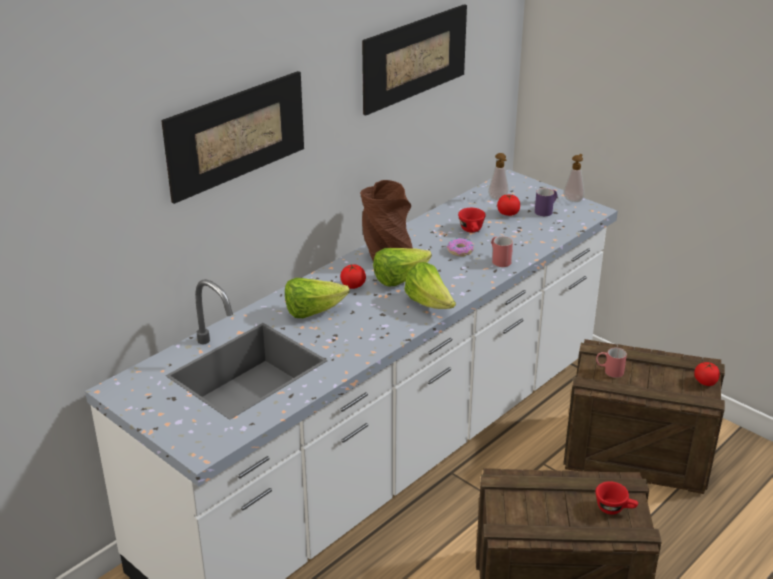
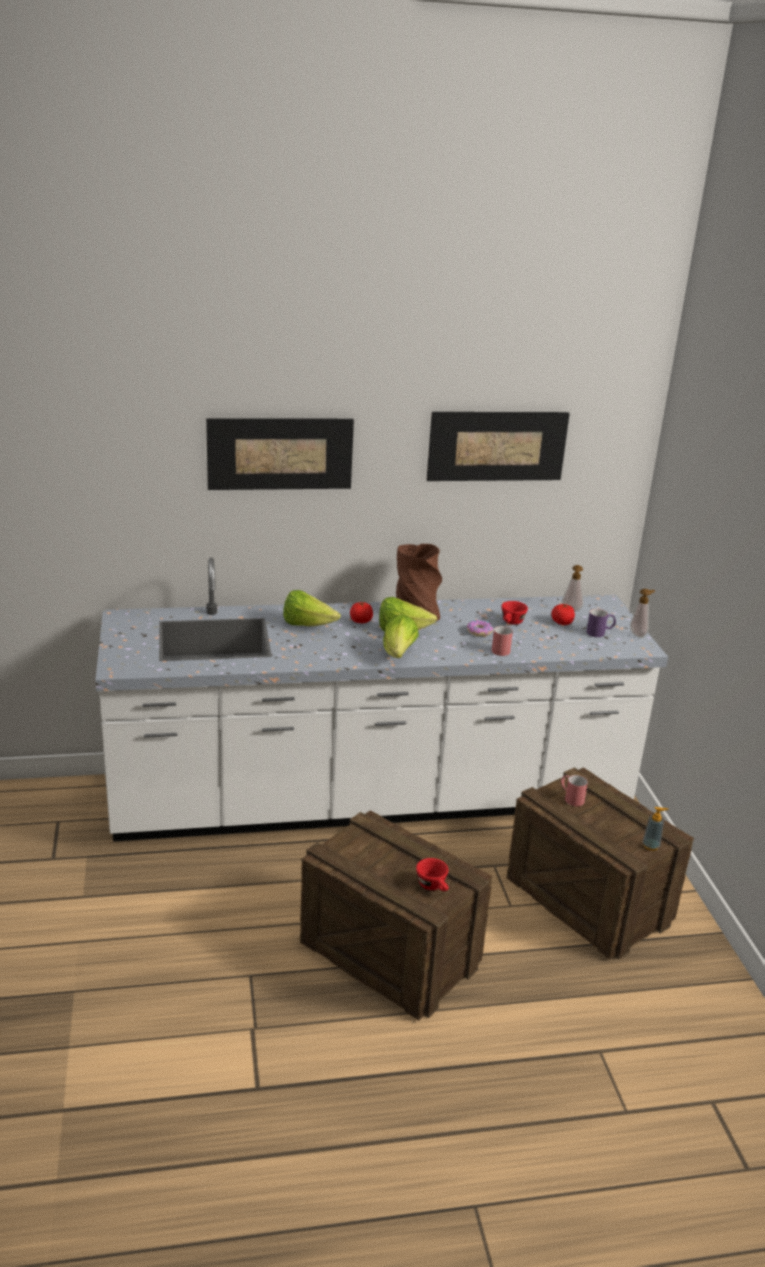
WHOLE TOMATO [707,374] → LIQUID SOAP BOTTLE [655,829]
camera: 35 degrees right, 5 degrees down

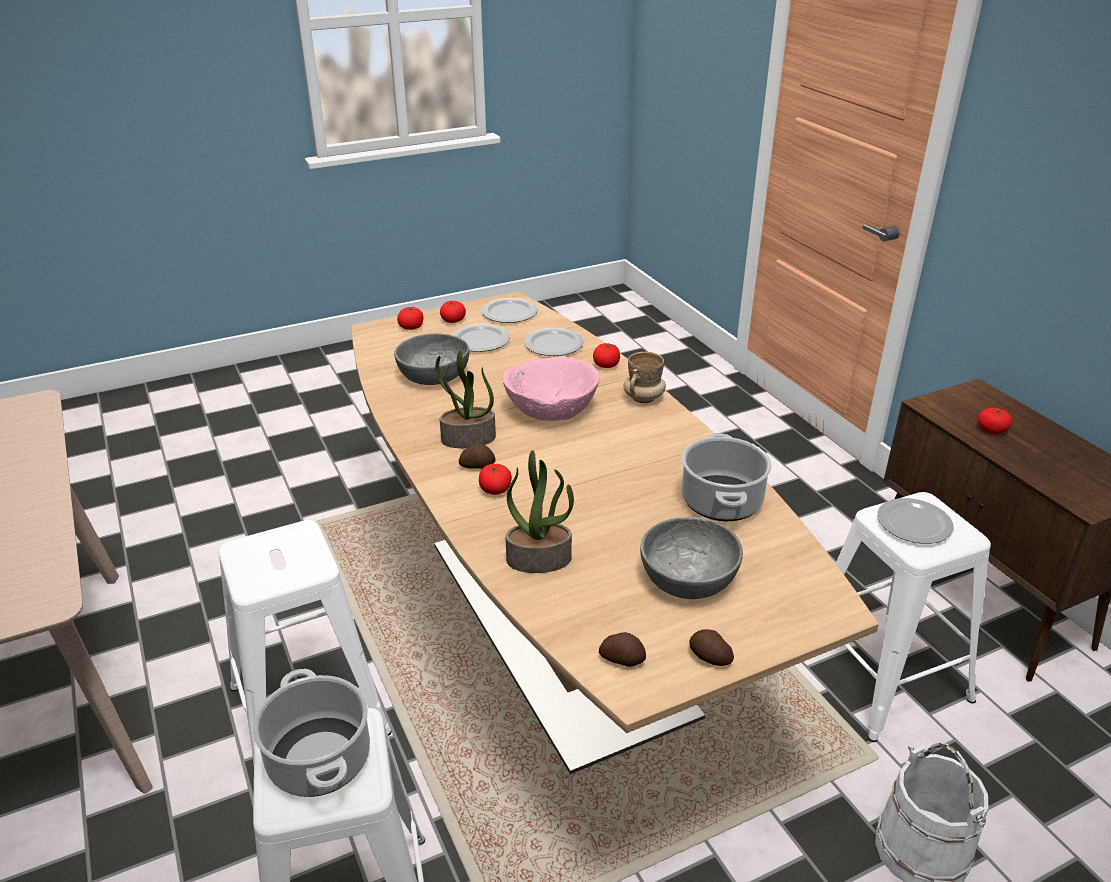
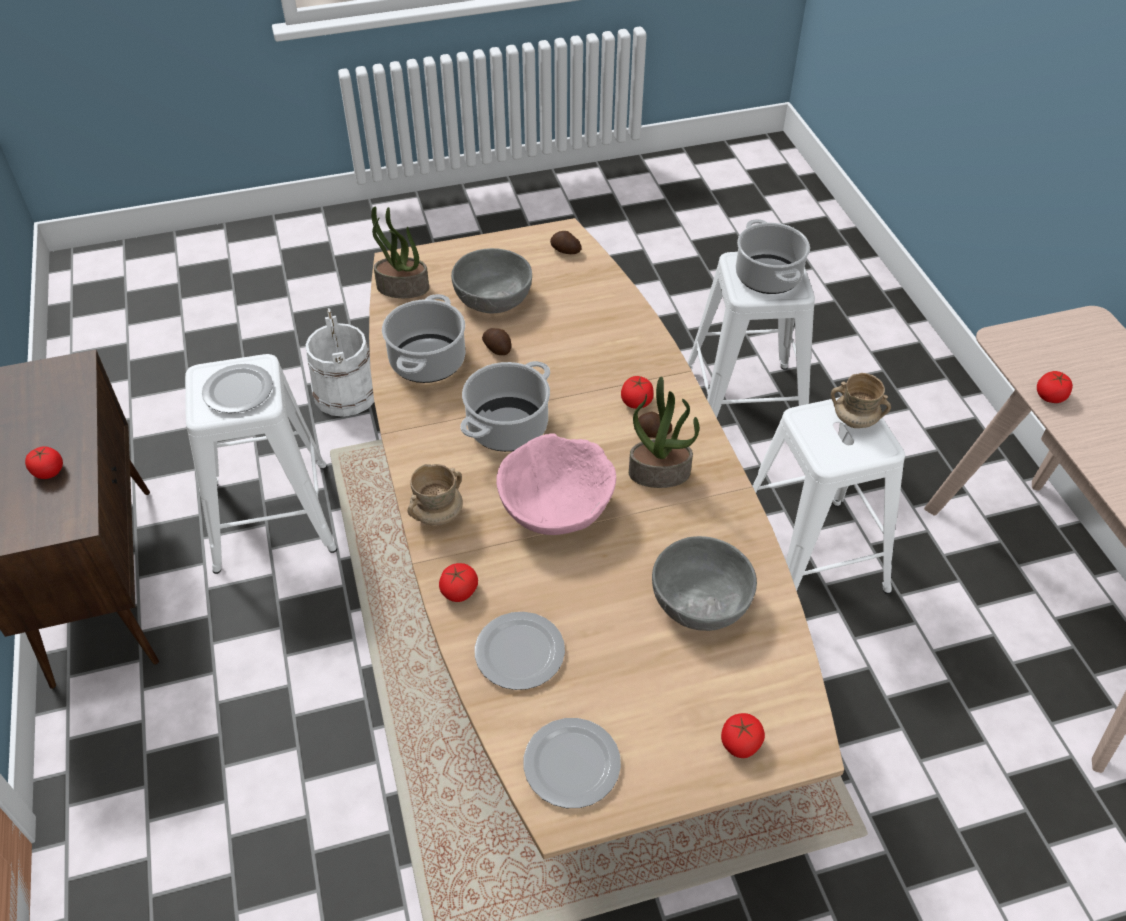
HOUSEPLANT [540,511] → HOUSEPLANT [400,252], move
- → COOKING POT [505,406]
SPUD [711,647] → SPUD [496,341], move
- → BEIGE-COLOURED TEA MUG [861,400]
WHOLE TOMATO [453,312] → WHOLE TOMATO [1055,387], move
PLATE [481,338] → -
camera: 170 degrees left, 15 degrees up

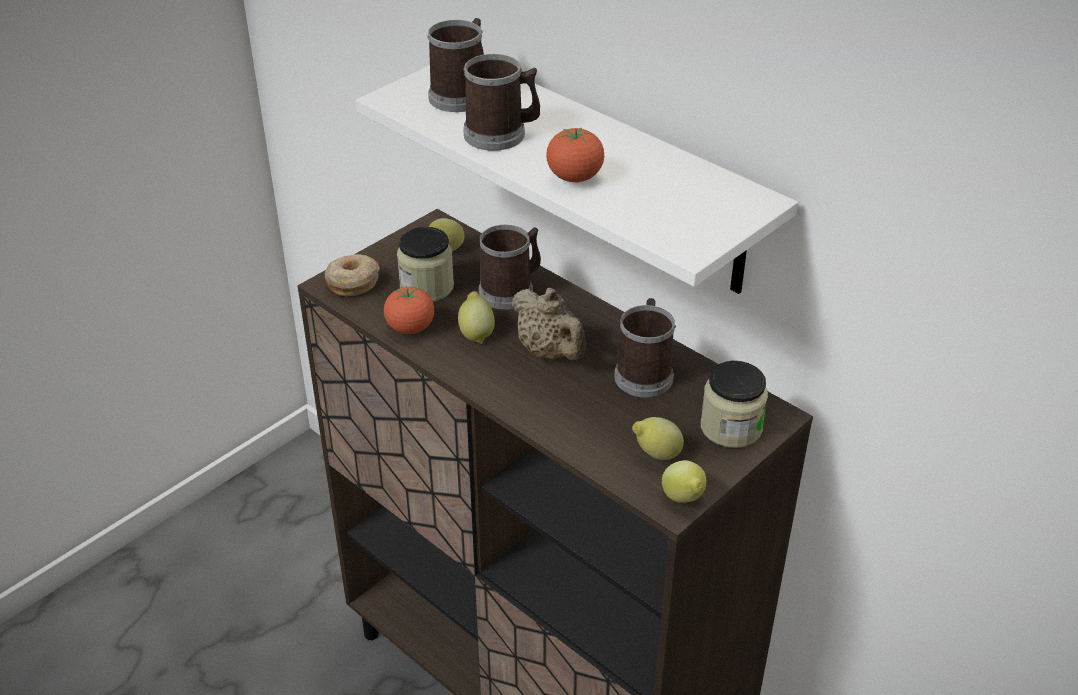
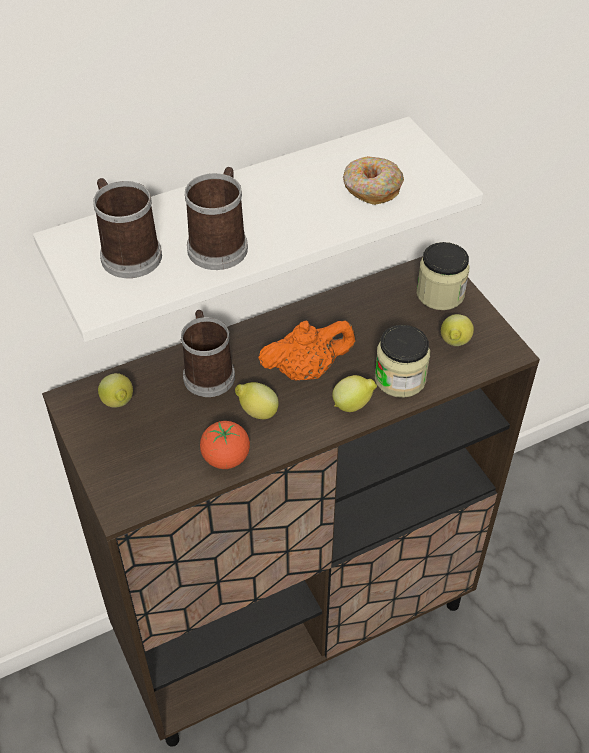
BEIGE-COLOURED TEA POT [549,324] → ORANGEY TEA POT [306,350]
CITRUS FRUIT [684,481] → CITRUS FRUIT [354,393], move
DOUGHNUT [352,275] → DOUGHNUT [373,180], move
STORAGE JAR [425,264] → STORAGE JAR [402,361], move
WHOLE TOMATO [575,155] → -
TEA MUG [645,347] → -
camera: 70 degrees left, 10 degrees up

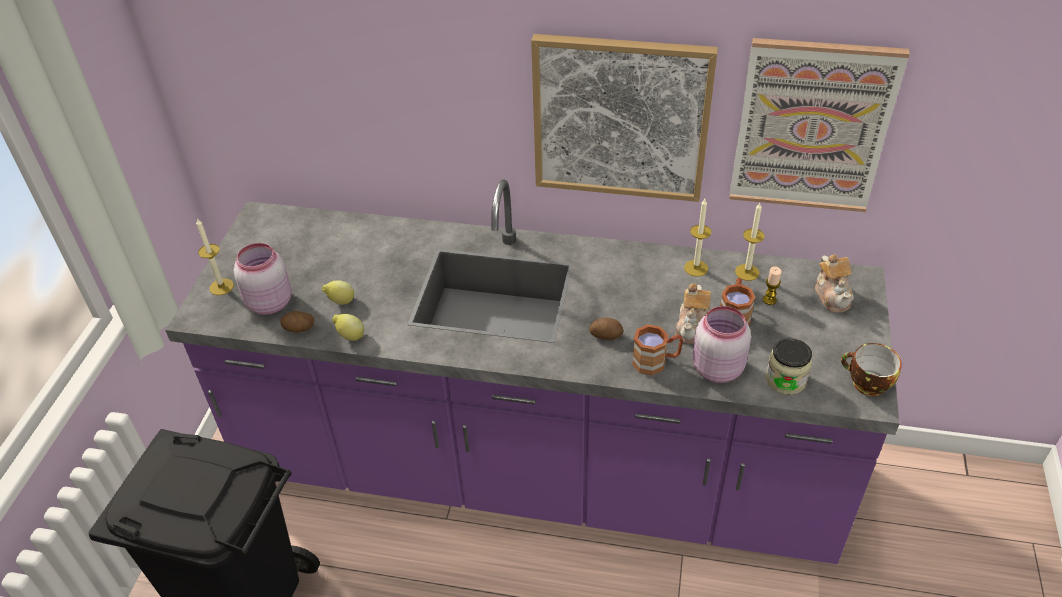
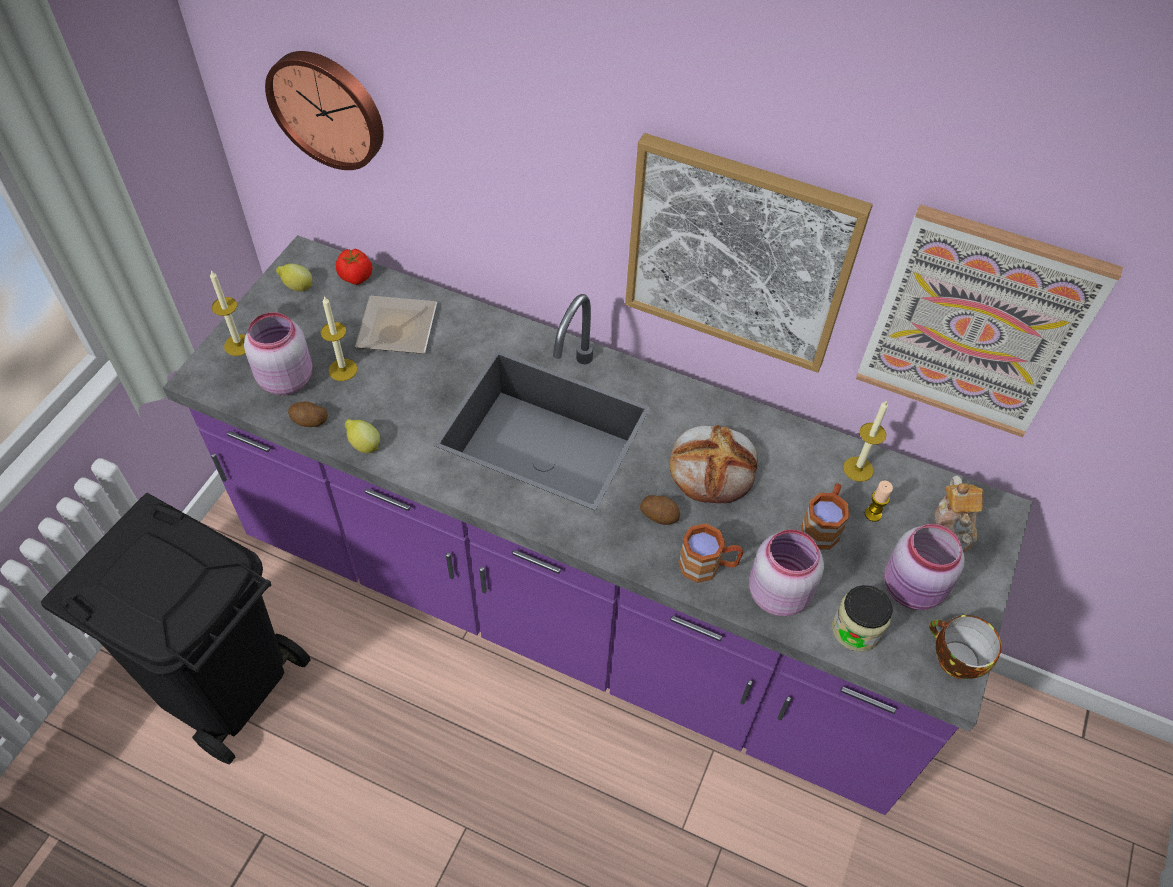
- → HANGING CLOCK [324,110]
CITRUS FRUIT [338,292] → CITRUS FRUIT [294,278], move
WAX LIGHT [697,238] → WAX LIGHT [339,338], move
- → WHOLE TOMATO [354,267]
- → PLATE [396,325]
- → BAKED BREAD [714,464]
- → PINK-COLOURED STORAGE JAR [924,567]
TEA POT [693,313] → -
camera: 10 degrees right, 10 degrees up

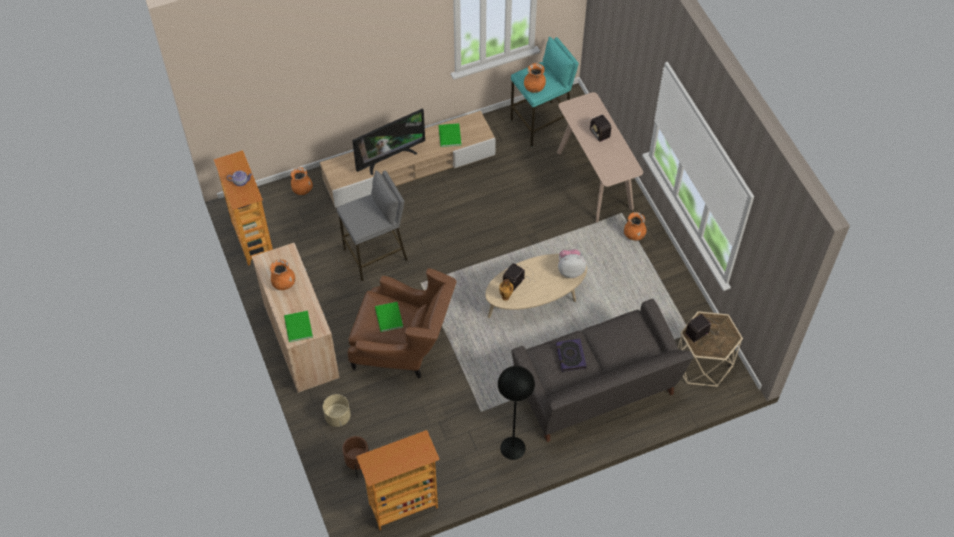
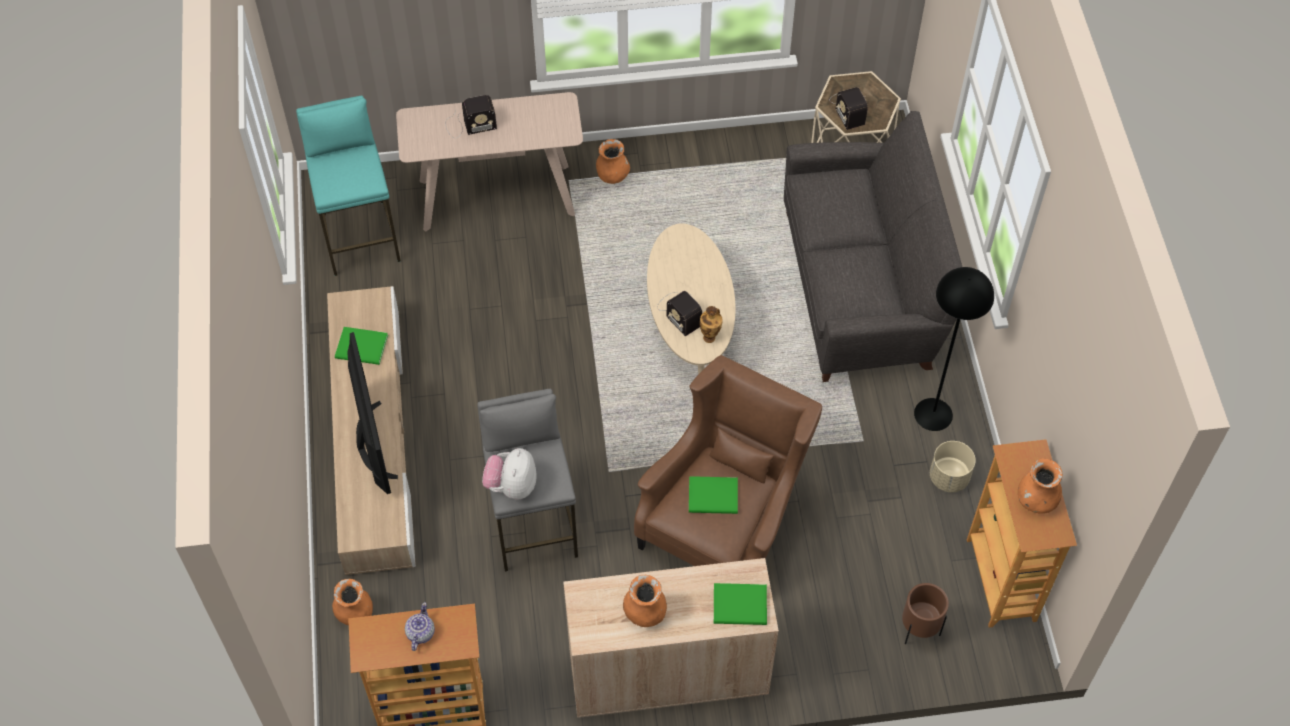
PLUSH TOY [572,263] → PLUSH TOY [509,473], move
BEIGE-COLOURED PLANTER [337,410] → BEIGE-COLOURED PLANTER [953,466], move
ORANGEY DECORATIVE VASE [535,78] → ORANGEY DECORATIVE VASE [1040,486], move
BOUND BOOK [571,355] → -
camera: 75 degrees left, 0 degrees up

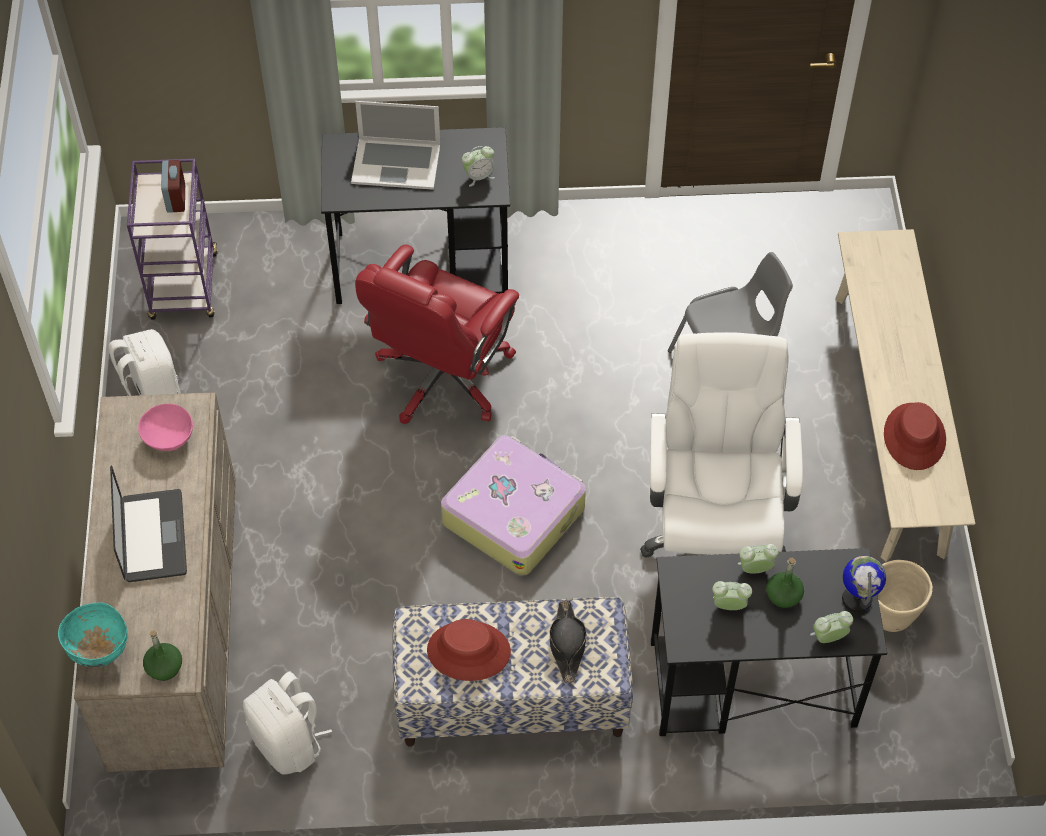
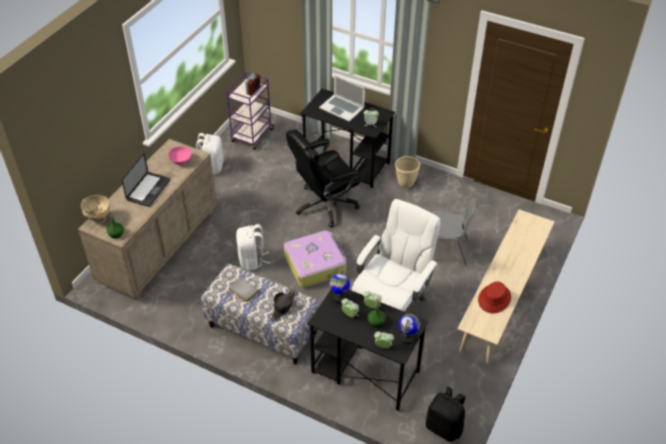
BLUE-GREEN BOWL [93,634] → BEIGE-COLOURED BOWL [95,209]
REDDISH HAT [469,650] → GREY BOUND BOOK [244,289]
WHITISH KNAPSACK [287,723] → WHITISH KNAPSACK [253,247], move
REDDISH COMPUTER CHAIR [437,334] → BLACKISH COMPUTER CHAIR [323,178]
- → DESK GLOBE [340,287]
BEIGE-COLOURED PLANTER [905,596] → BEIGE-COLOURED PLANTER [407,172], move
- → BLACKISH KNAPSACK [445,414]
camera: 30 degrees right, 10 degrees down

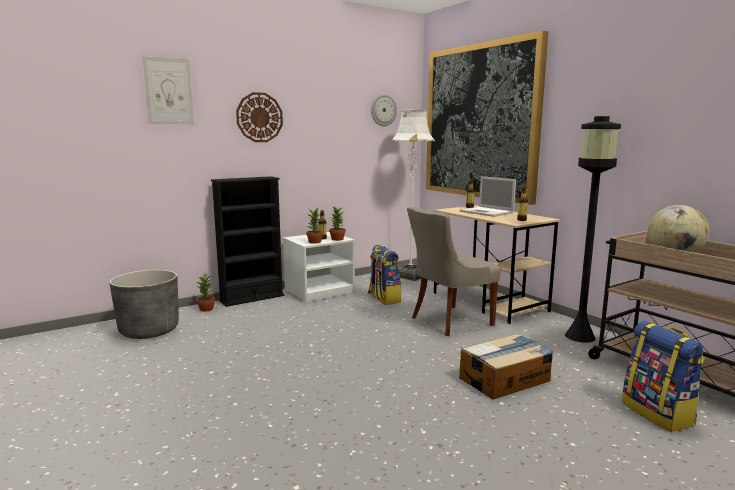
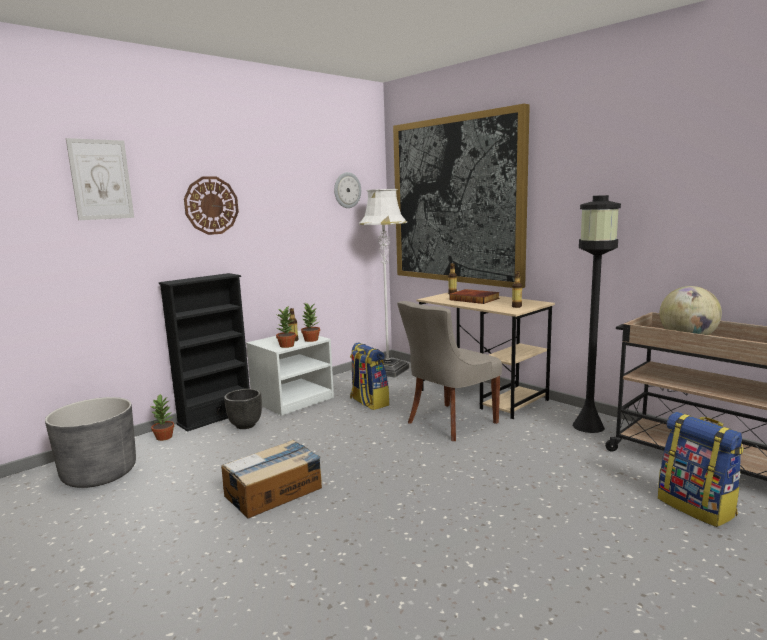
CARDBOARD BOX [506,366] → CARDBOARD BOX [271,479], move
- → BLACKISH PLANTER [243,409]
LAPTOP [488,196] → BOUND BOOK [474,296]
camera: 10 degrees left, 0 degrees up

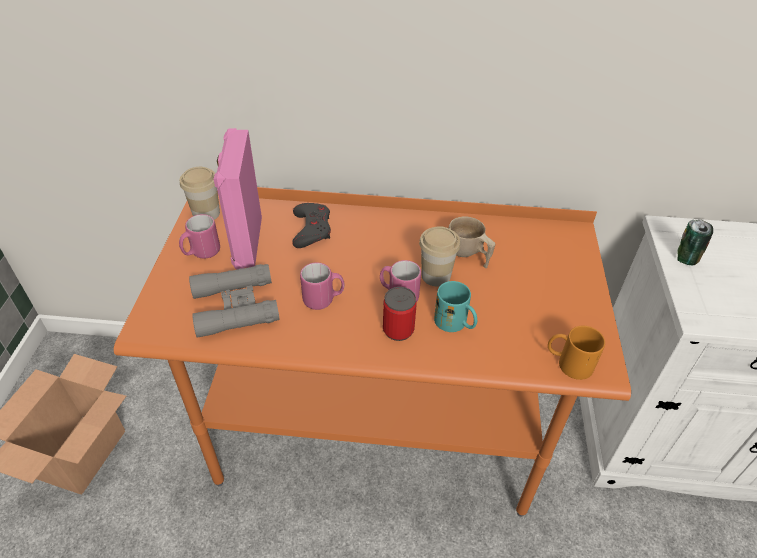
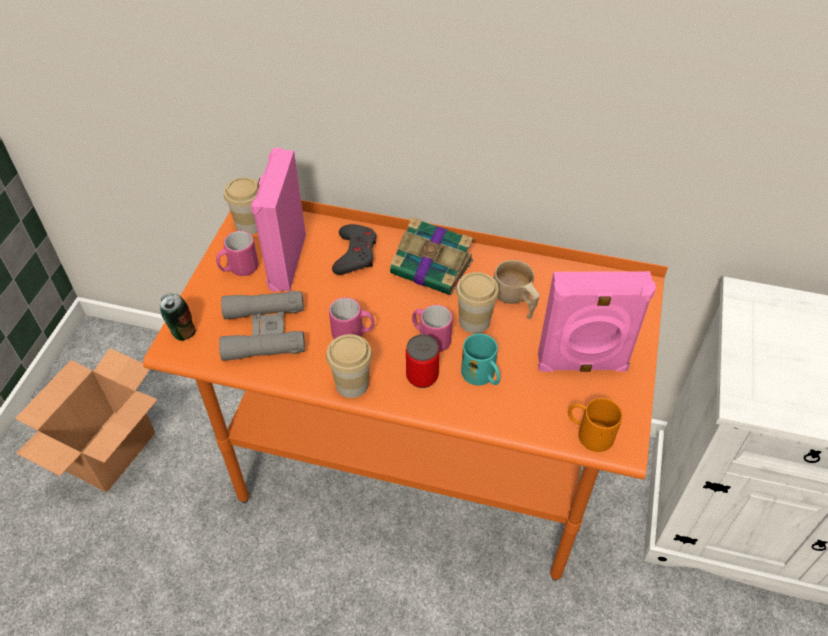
SEALED CAN [695,242] → SEALED CAN [178,317], move
- → SMALL CUP [349,366]
- → BOUND BOOK [431,256]
- → PINK-COLOURED SPEAKER [597,321]
camera: 10 degrees right, 5 degrees up

